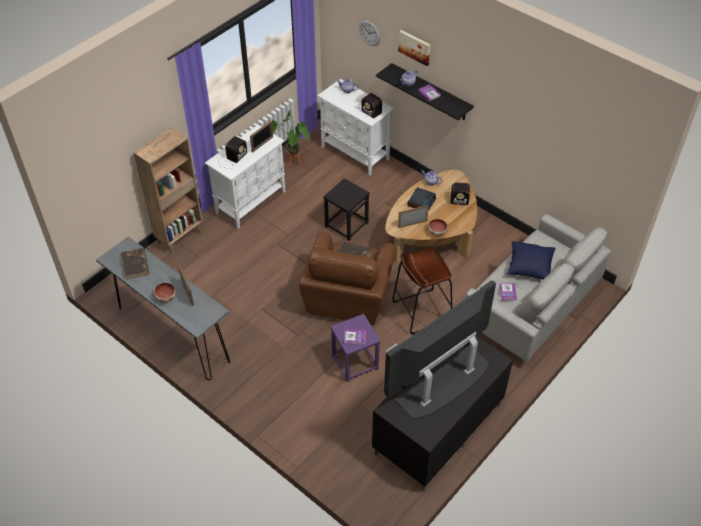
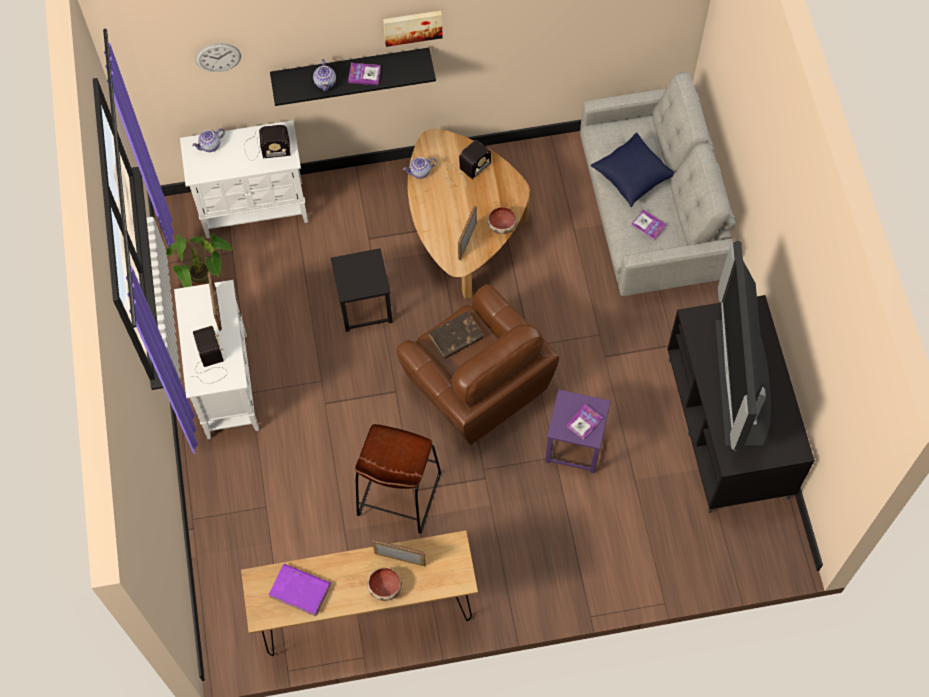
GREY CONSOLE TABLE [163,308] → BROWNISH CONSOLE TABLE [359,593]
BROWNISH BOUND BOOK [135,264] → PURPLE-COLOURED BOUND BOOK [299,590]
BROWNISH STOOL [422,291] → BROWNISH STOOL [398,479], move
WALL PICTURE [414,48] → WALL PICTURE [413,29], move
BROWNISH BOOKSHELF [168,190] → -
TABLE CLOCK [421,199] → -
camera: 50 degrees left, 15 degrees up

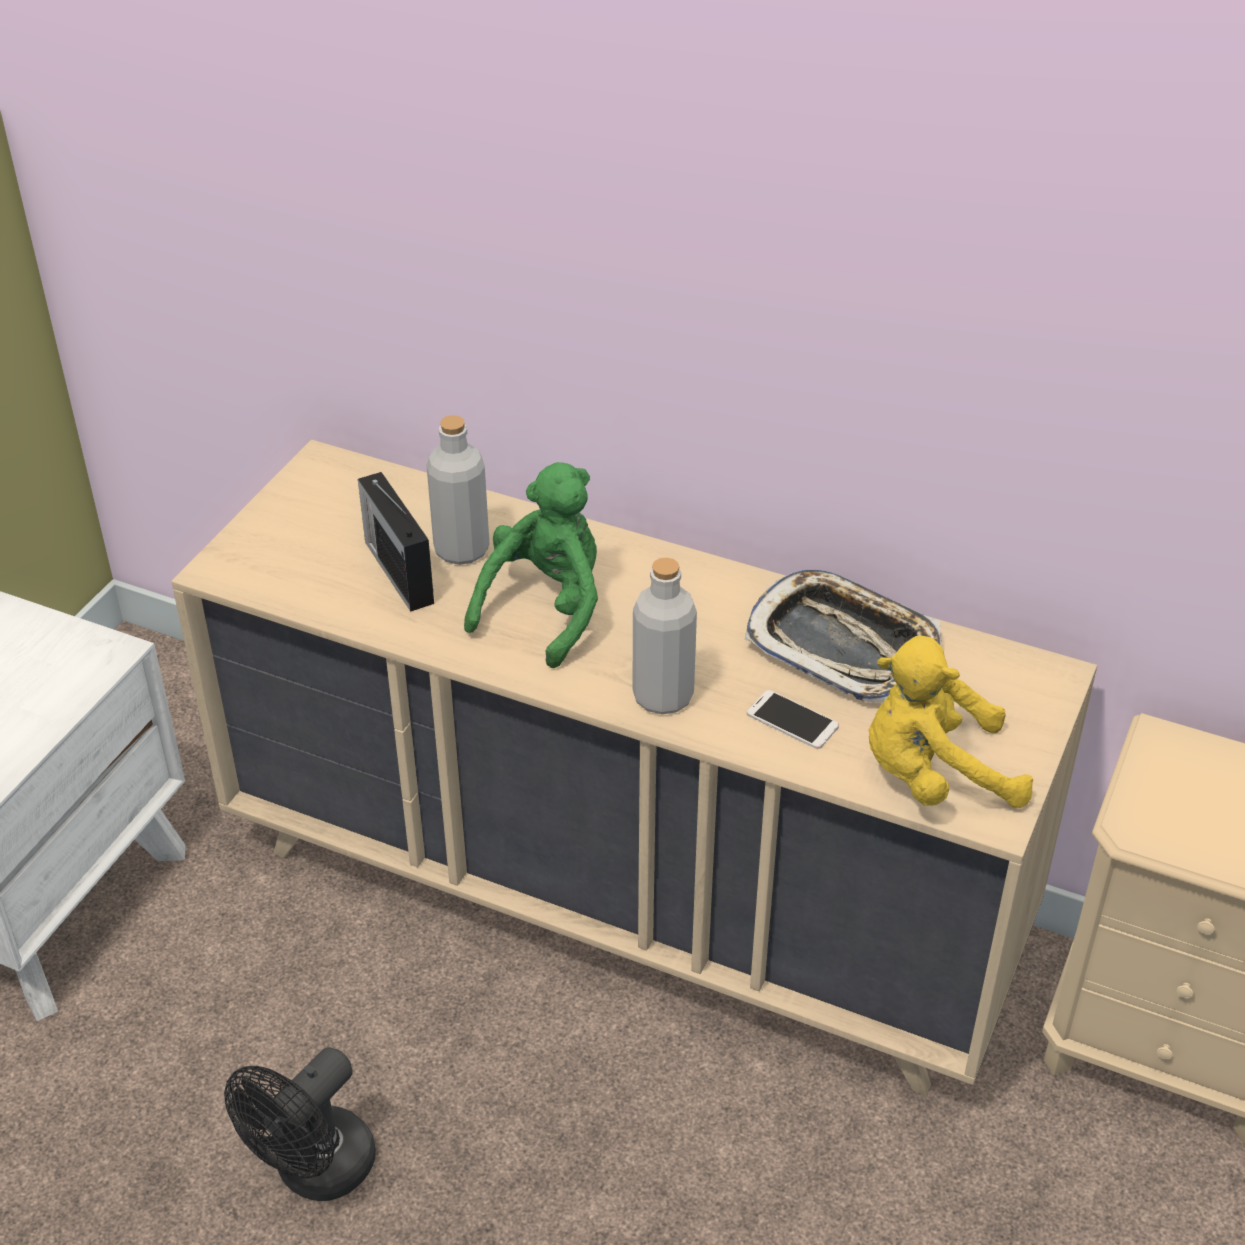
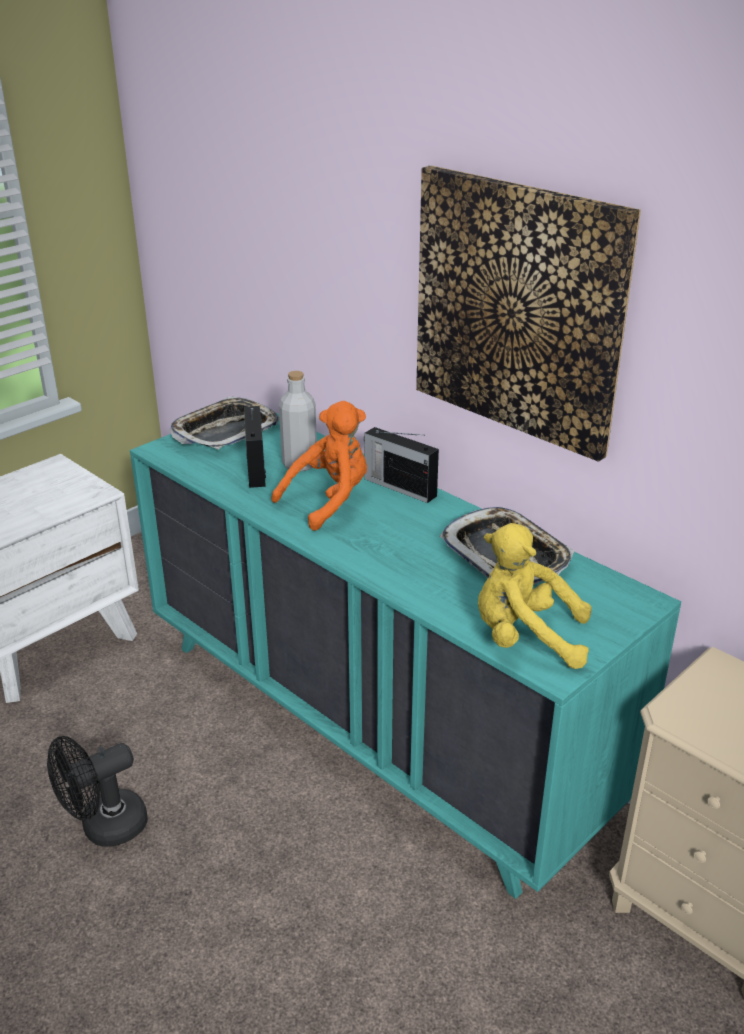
BEIGE-COLOURED CHEST OF DRAWERS [634,768] → BLUE-GREEN CHEST OF DRAWERS [405,655]
- → SERVING TRAY [224,422]
GREEN PLUSH TOY [531,565] → ORANGEY PLUSH TOY [319,466]
- → RADIO [401,465]
- → WALL PICTURE [528,313]
GREY BOTTLE [664,635] → -
HANDSET [793,719] → -
camera: 20 degrees right, 10 degrees down

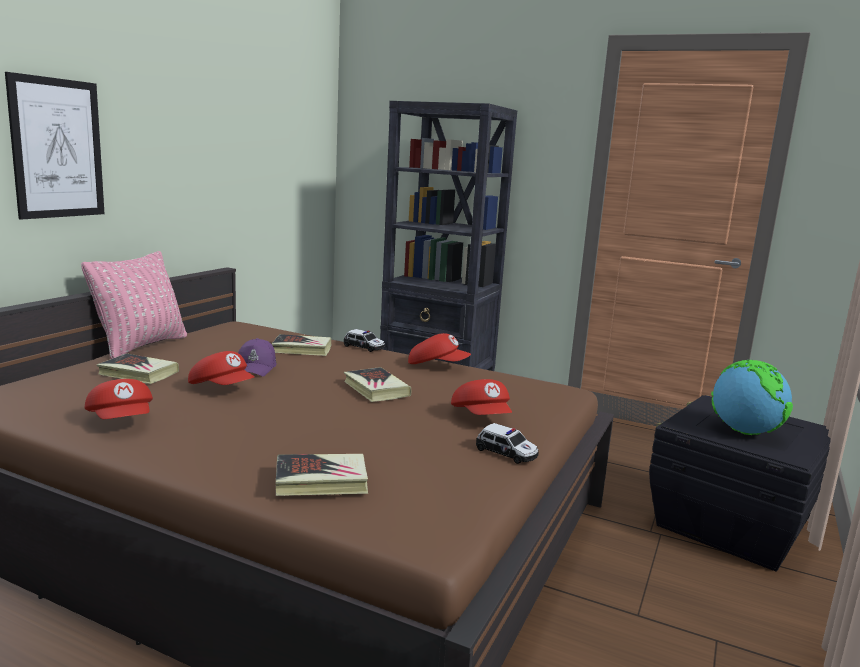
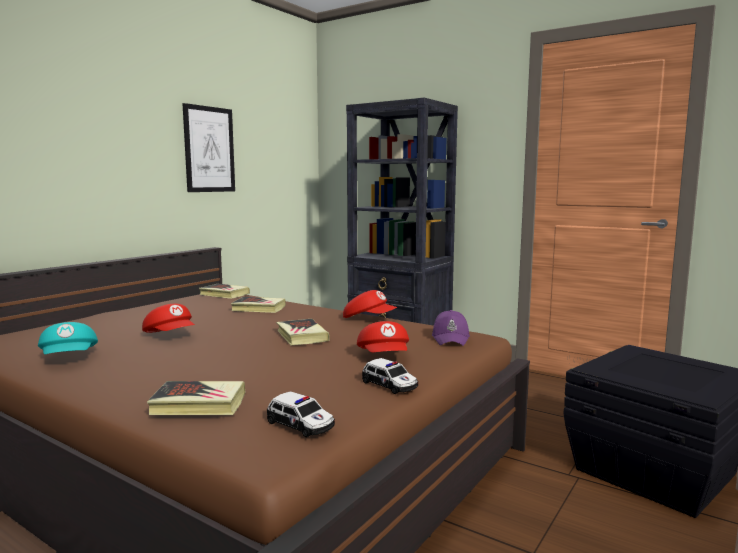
REDDISH BASEBALL CAP [119,399] → BLUE-GREEN BASEBALL CAP [68,338]
WALL PICTURE [54,146] → WALL PICTURE [208,147], move
BOUND BOOK [138,368] → BOUND BOOK [224,291], move
TOY CAR [364,340] → TOY CAR [301,414], move
PURPLE-COLOURED BASEBALL CAP [257,357] → PURPLE-COLOURED BASEBALL CAP [451,328], move
PINK-COLOURED THROW PILLOW [134,305] → -
DESK GLOBE [752,397] → -
camera: 10 degrees right, 5 degrees down

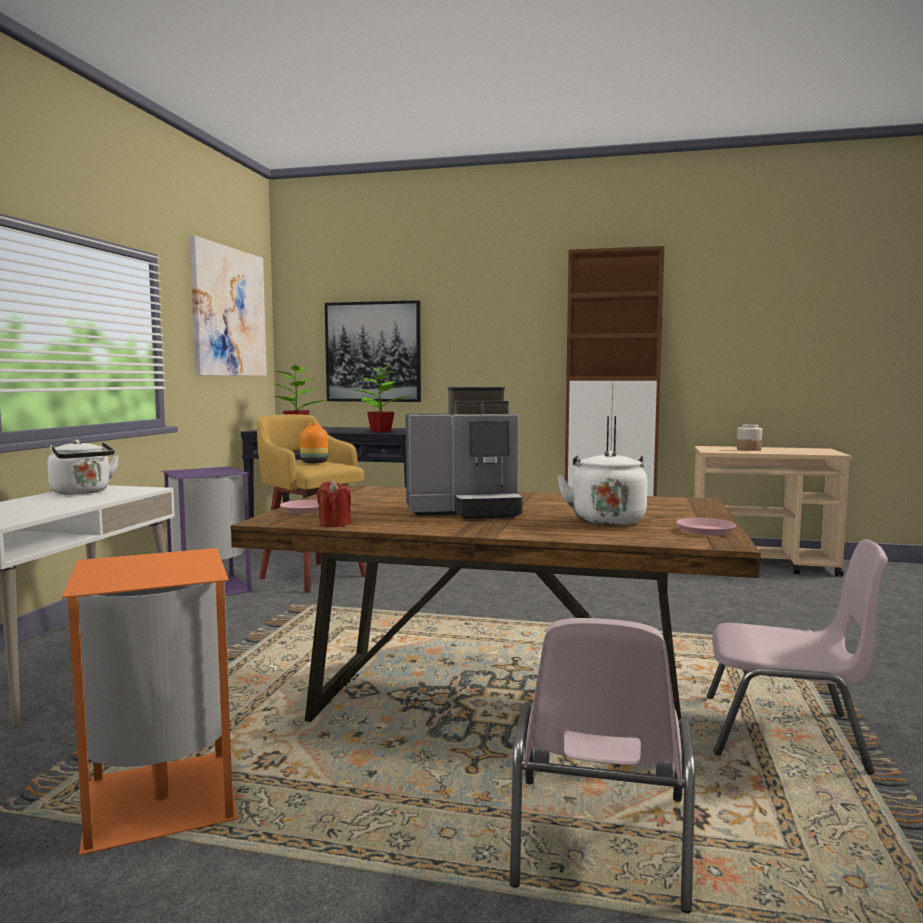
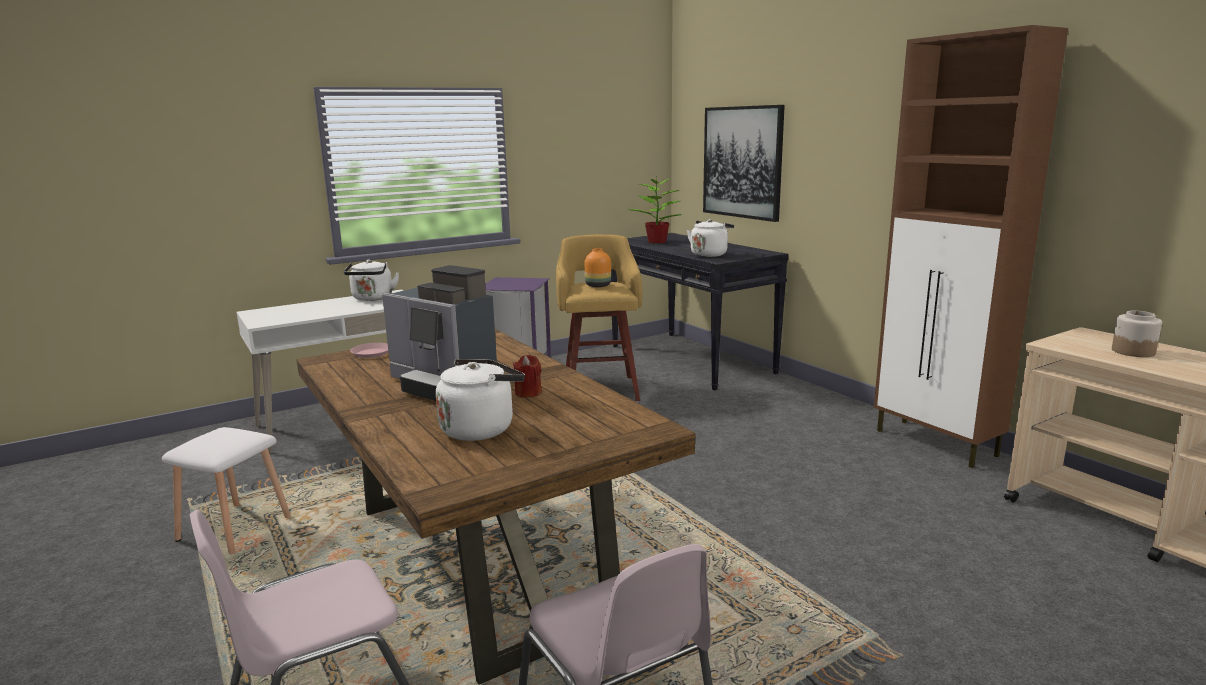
ORANGEY WASTE BIN [150,702] → WHITISH STOOL [226,490]
REDDISH WAX LIGHT [334,503] → REDDISH WAX LIGHT [527,376], move
HOUSEPLANT [384,399] → WHITISH KETTLE [710,238]
WALL PICTURE [228,305] → -
PINK-COLOURED PLATE [706,526] → -
camera: 45 degrees right, 10 degrees up

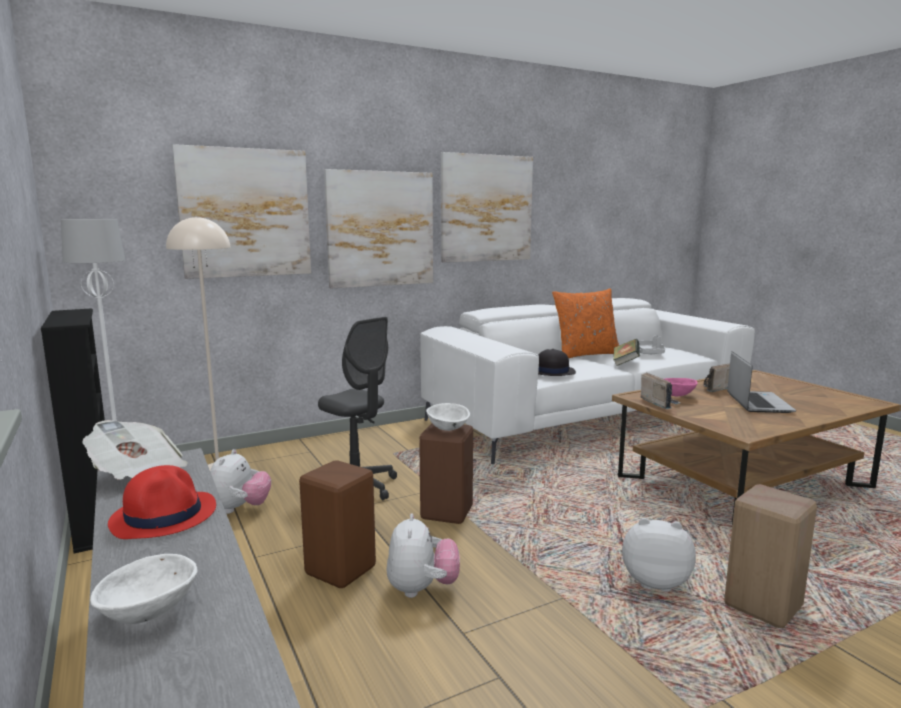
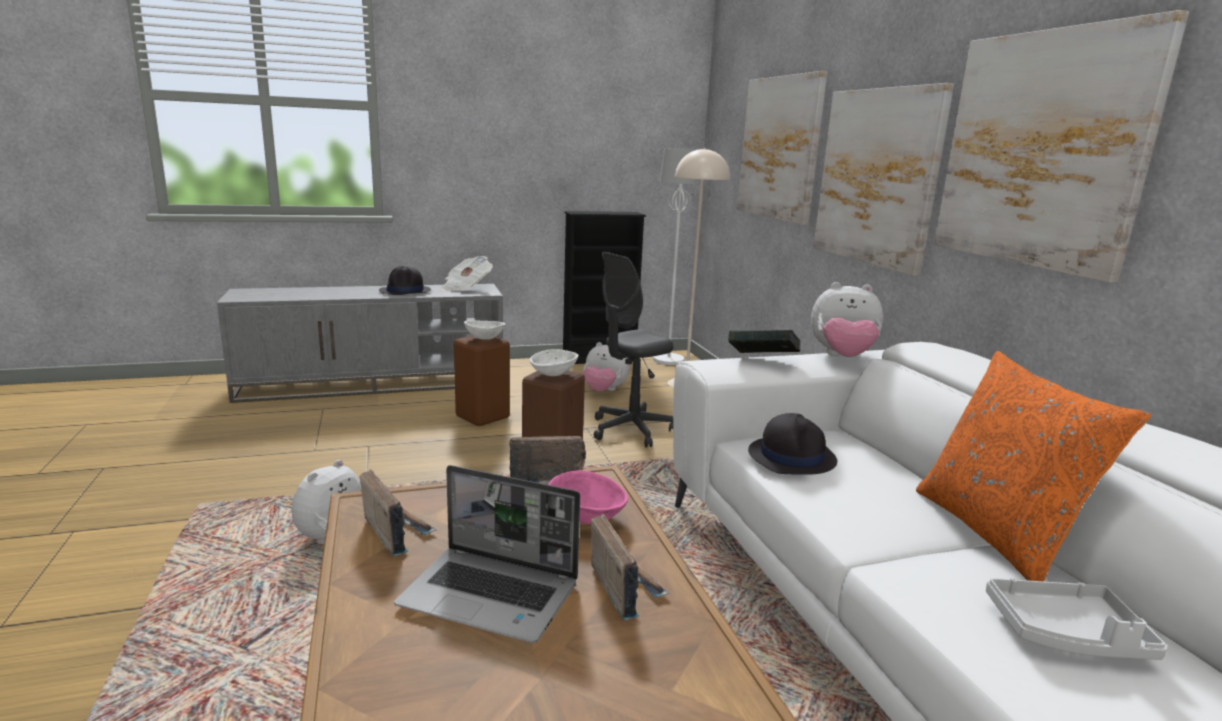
- → RADIO [398,513]
REDDISH HAT [162,502] → BLACKISH HAT [405,280]
WHITISH BOWL [144,589] → WHITISH BOWL [484,330], move
BOUND BOOK [626,352] → BOUND BOOK [764,341], move
PLUSH TOY [423,556] → PLUSH TOY [847,319], move
BEIGE-COLOURED STOOL [770,556] → -
camera: 100 degrees right, 5 degrees up

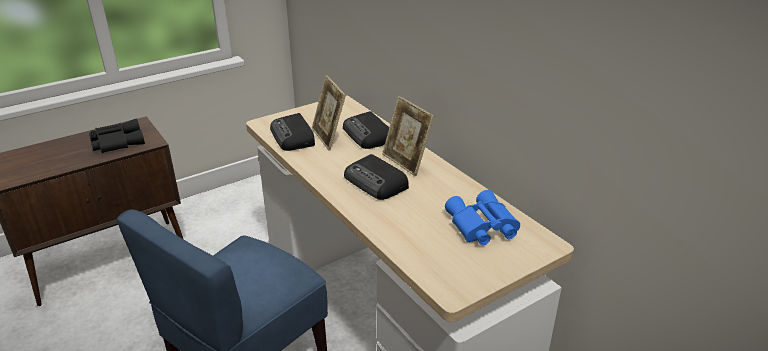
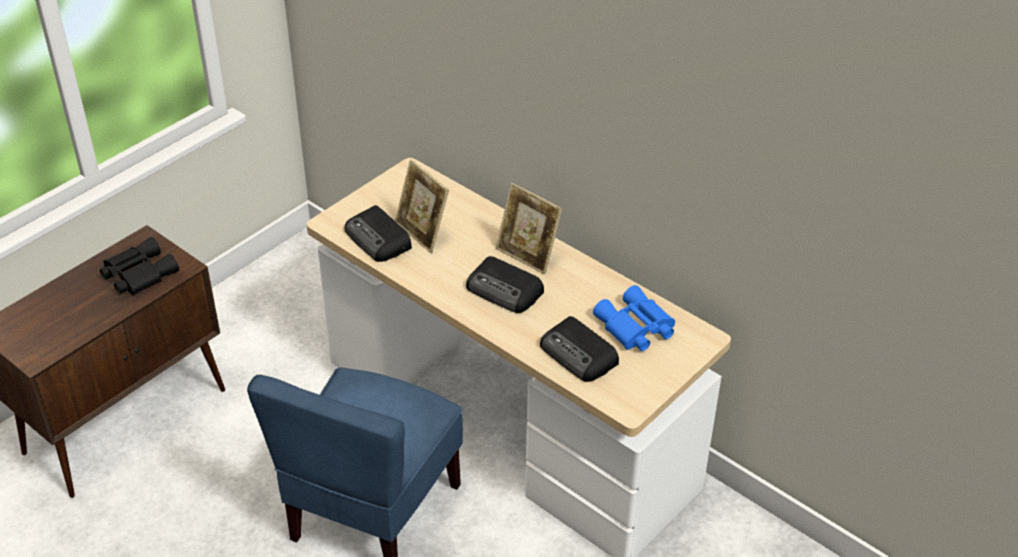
RADIO [366,130] → RADIO [579,349], move
camera: 15 degrees left, 10 degrees up

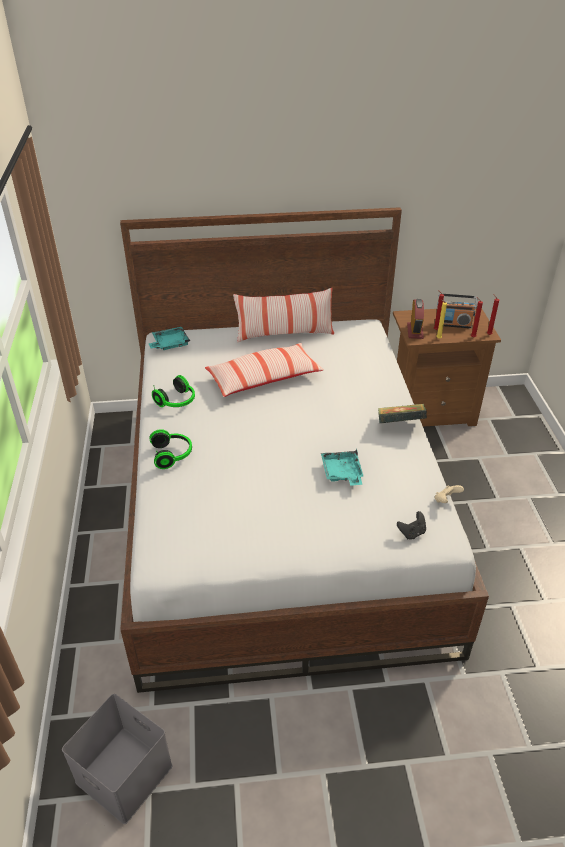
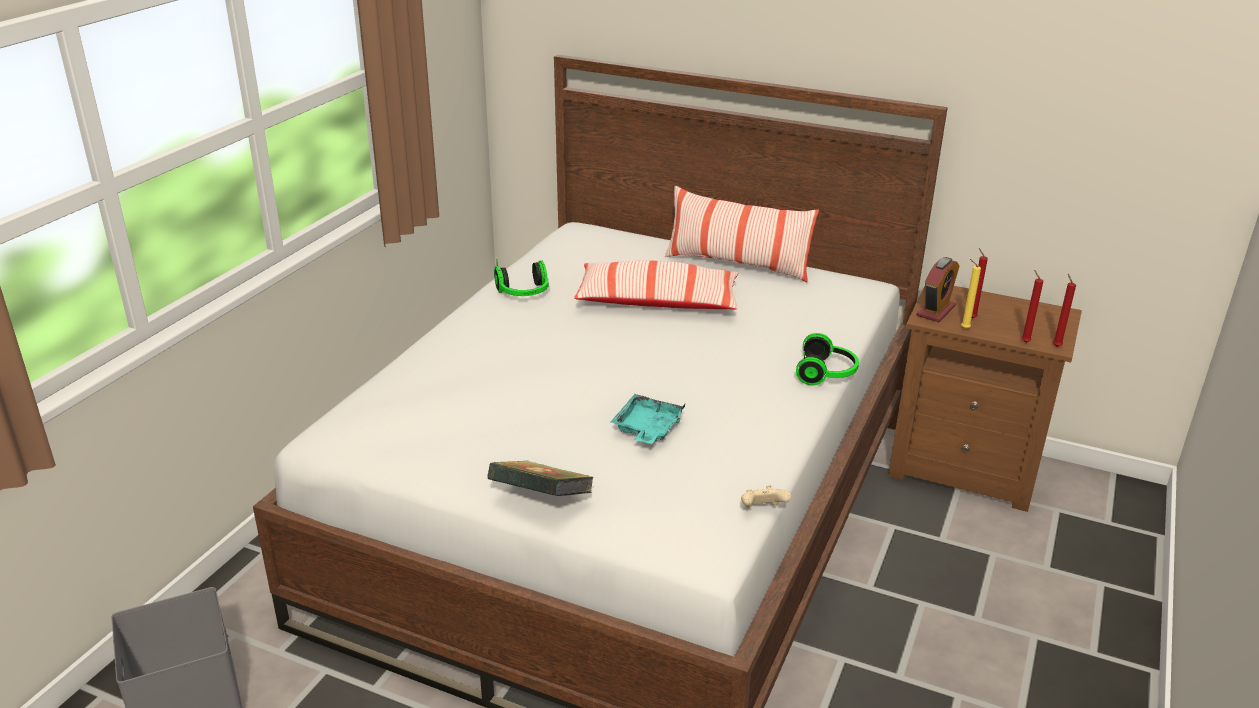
BOUND BOOK [402,414] → BOUND BOOK [540,478], move
PAIR OF HEADPHONES [170,449] → PAIR OF HEADPHONES [827,359], move
BLUE-GREEN SERVING TRAY [169,338] → -
BLACKISH JOYPAD [411,525] → -
RADIO [457,311] → -
camera: 30 degrees right, 10 degrees down

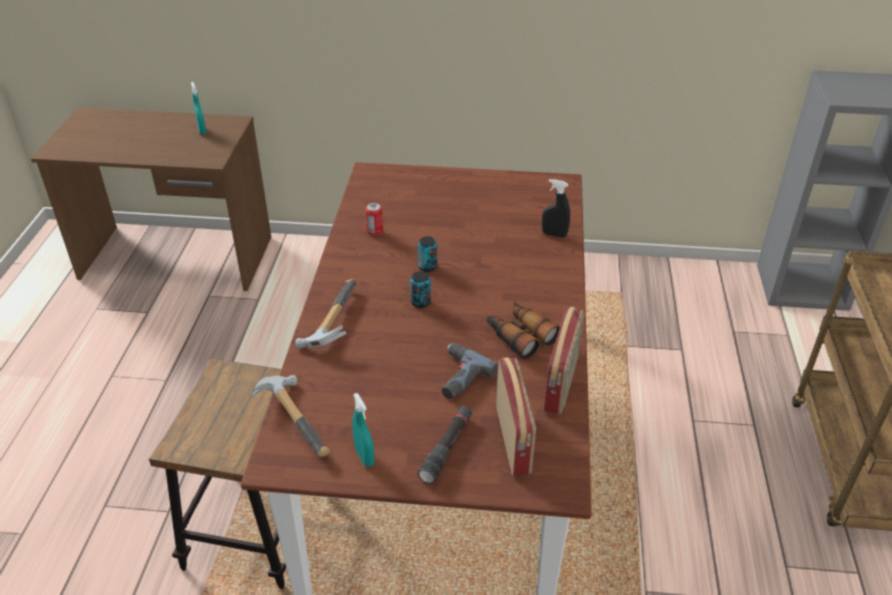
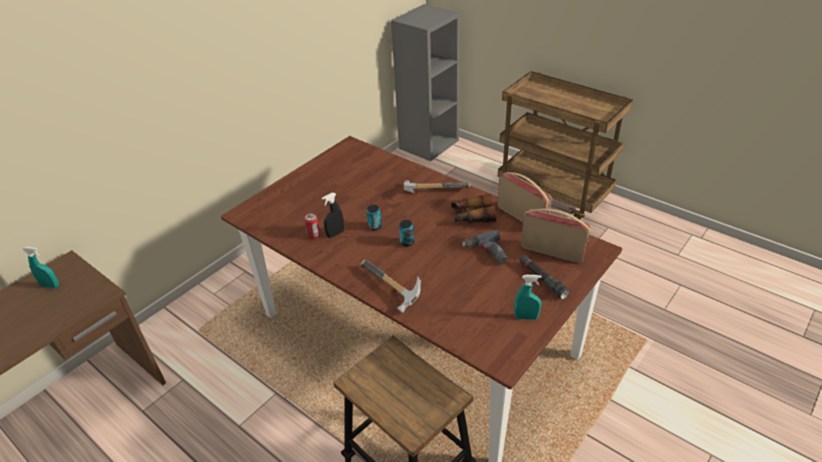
BLACKISH SPRAYER [556,208] → BLACKISH SPRAYER [333,215], move
TOOL HAMMER [290,416] → TOOL HAMMER [437,186], move
camera: 55 degrees left, 0 degrees up

